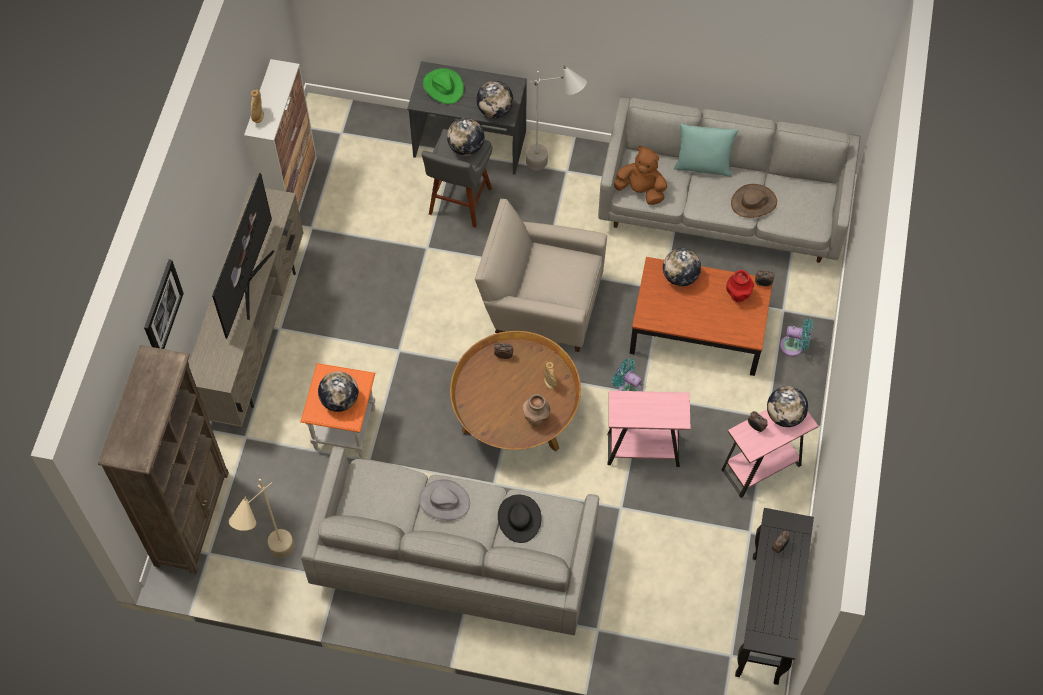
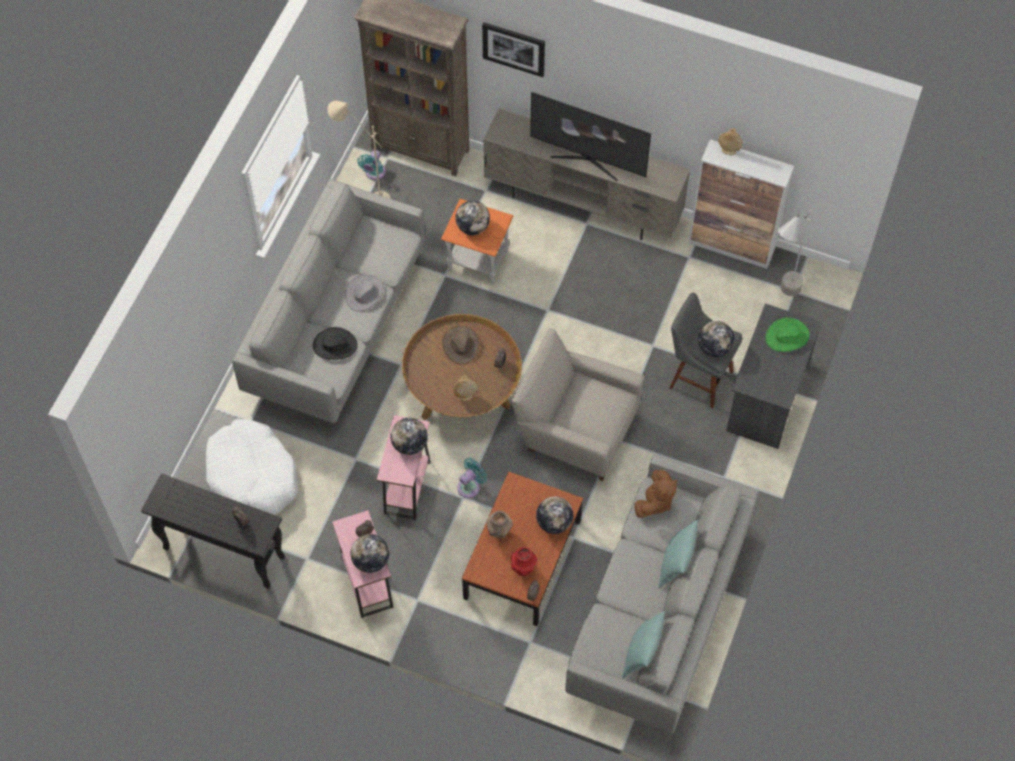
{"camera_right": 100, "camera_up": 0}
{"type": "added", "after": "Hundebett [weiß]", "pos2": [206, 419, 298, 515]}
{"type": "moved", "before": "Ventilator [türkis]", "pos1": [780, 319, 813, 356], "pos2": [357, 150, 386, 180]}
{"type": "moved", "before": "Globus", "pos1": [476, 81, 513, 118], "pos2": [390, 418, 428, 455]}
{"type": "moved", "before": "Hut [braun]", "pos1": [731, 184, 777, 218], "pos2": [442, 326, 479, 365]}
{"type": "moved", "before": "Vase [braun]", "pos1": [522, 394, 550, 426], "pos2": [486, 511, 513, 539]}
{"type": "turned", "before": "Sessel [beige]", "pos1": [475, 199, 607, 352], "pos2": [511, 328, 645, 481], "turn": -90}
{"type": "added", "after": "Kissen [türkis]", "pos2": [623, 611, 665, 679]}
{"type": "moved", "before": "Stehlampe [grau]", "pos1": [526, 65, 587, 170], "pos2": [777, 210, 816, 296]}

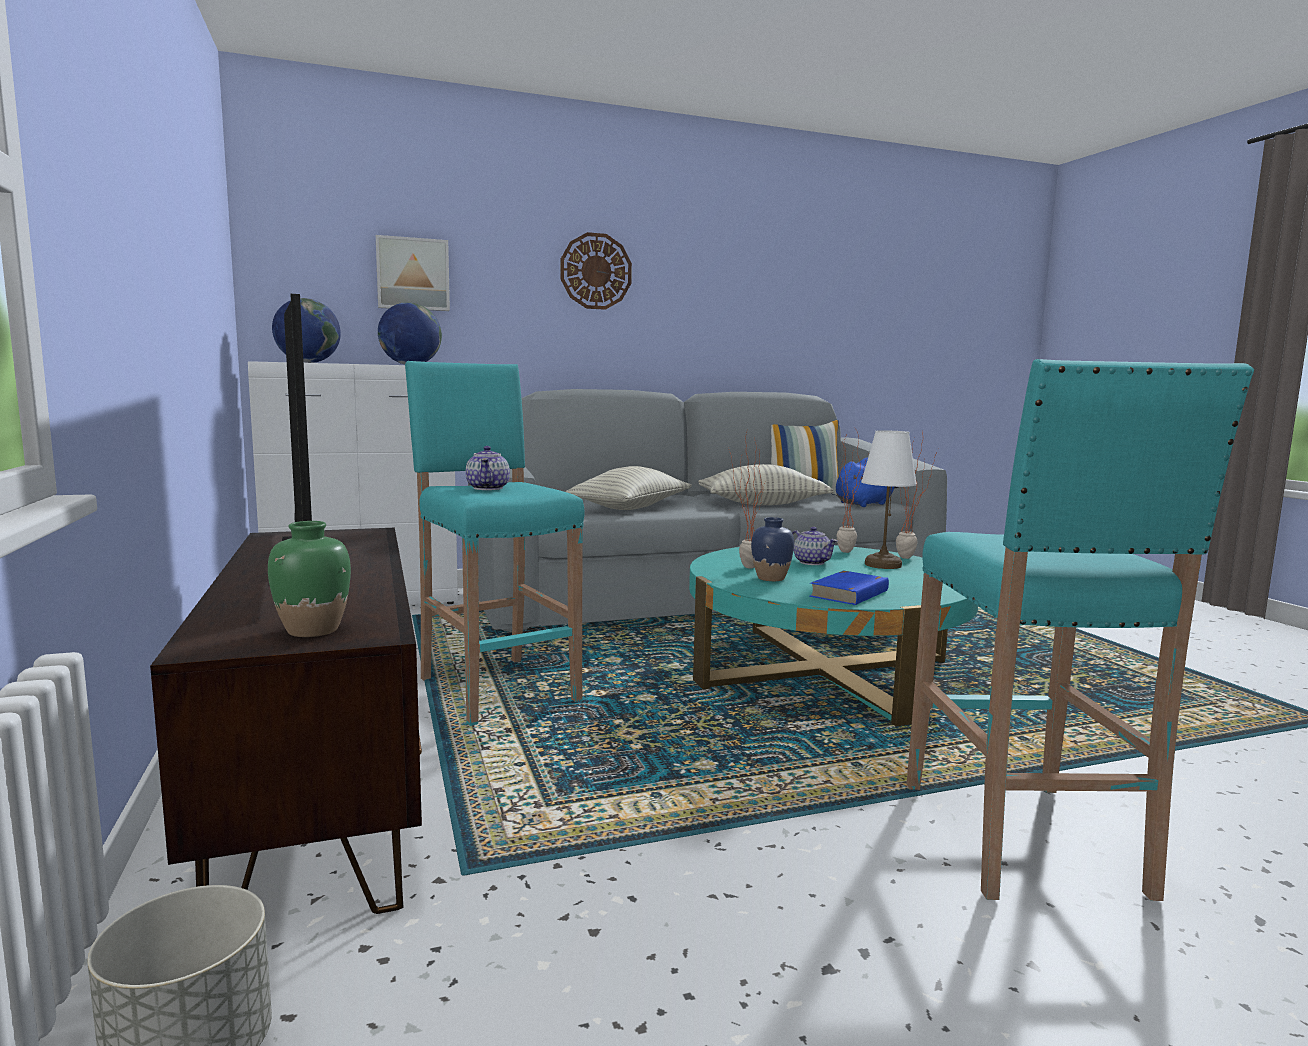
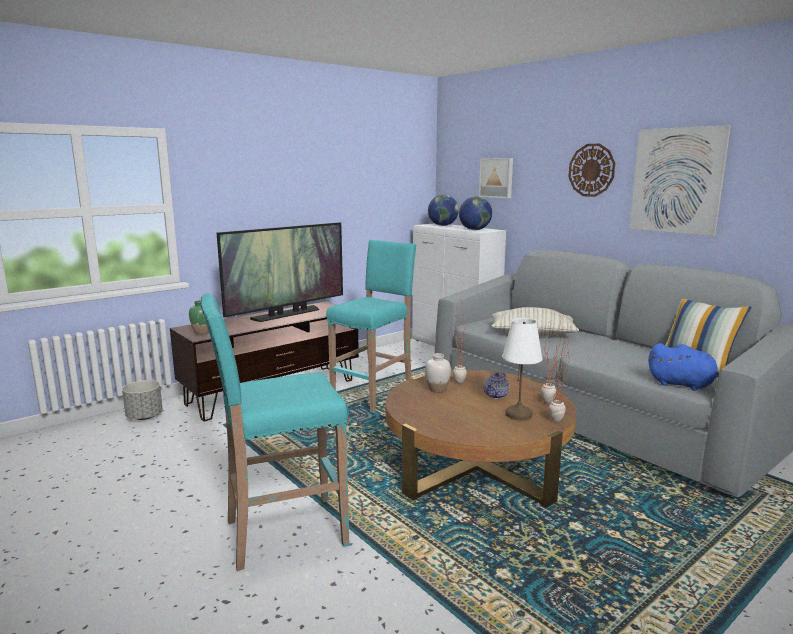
{"camera_right": 70, "camera_up": 5}
{"type": "recoloured", "before": "Couchtisch [türkis]", "after": "Couchtisch [braun]", "pos1": [689, 545, 978, 727], "pos2": [385, 370, 576, 508]}
{"type": "recoloured", "before": "Vase [blau]", "after": "Vase [weiß]", "pos1": [751, 517, 794, 581], "pos2": [425, 353, 451, 393]}
{"type": "added", "after": "Bild", "pos2": [629, 125, 731, 236]}
{"type": "removed", "before": "Teekanne", "pos1": [466, 446, 510, 490]}
{"type": "removed", "before": "Kissen", "pos1": [698, 464, 834, 505]}
{"type": "removed", "before": "Buch [blau]", "pos1": [809, 571, 889, 605]}

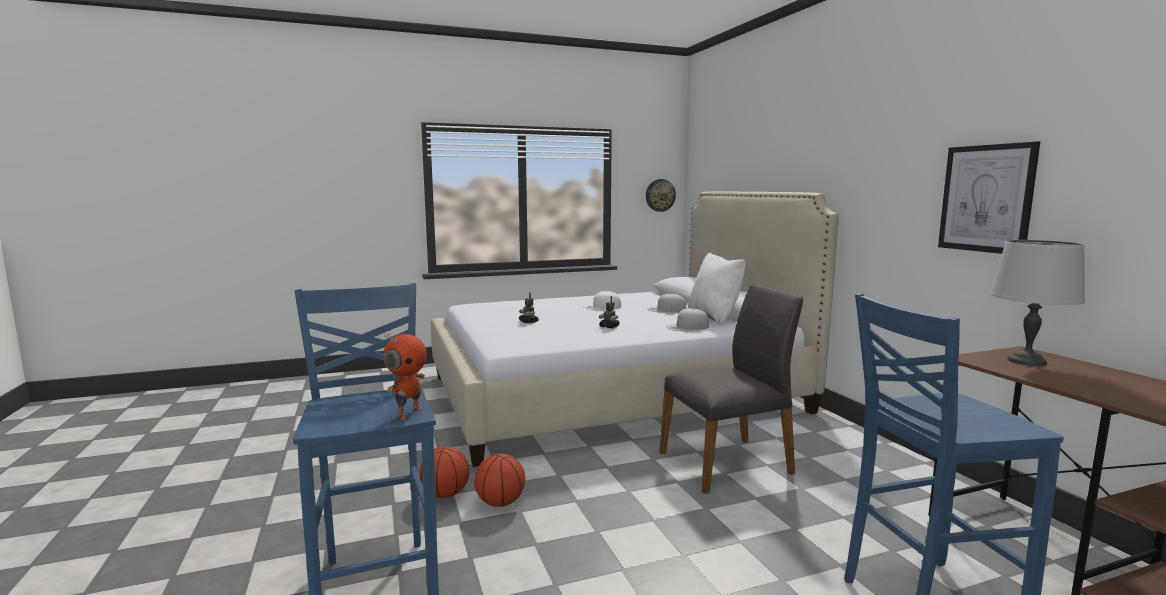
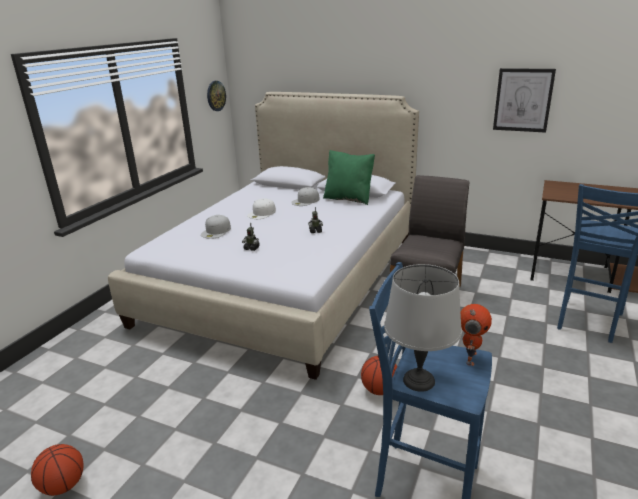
{"camera_right": -45, "camera_up": 15}
{"type": "moved", "before": "Basketball", "pos1": [419, 446, 469, 498], "pos2": [31, 444, 84, 496]}
{"type": "moved", "before": "Kappe [weiß]", "pos1": [666, 308, 709, 331], "pos2": [201, 215, 231, 239]}
{"type": "recoloured", "before": "Kissen [weiß]", "after": "Kissen [grün]", "pos1": [688, 253, 745, 325], "pos2": [323, 150, 375, 205]}
{"type": "moved", "before": "Tischlampe [grau]", "pos1": [991, 240, 1085, 366], "pos2": [384, 264, 462, 392]}
{"type": "turned", "before": "Spielzeugroboter", "pos1": [383, 333, 427, 420], "pos2": [461, 304, 492, 366], "turn": 45}

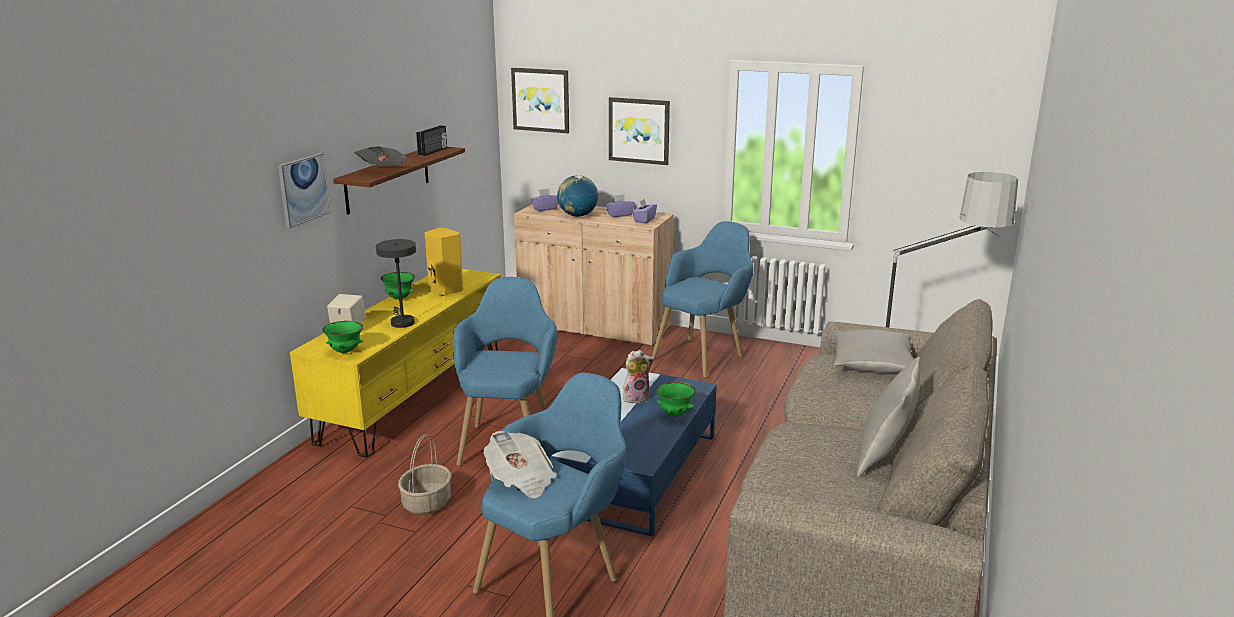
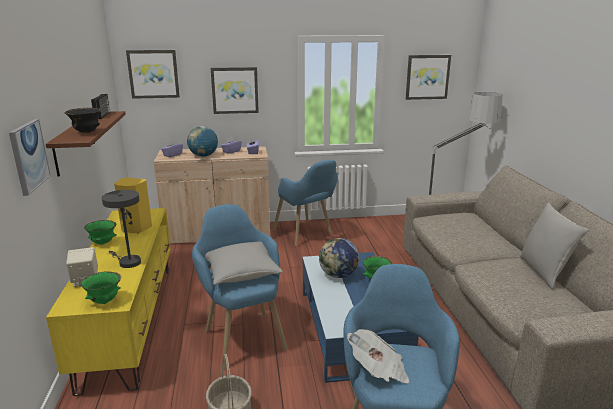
{"camera_right": -30, "camera_up": 0}
{"type": "replaced", "before": "Zeitung", "after": "Schüssel [schwarz]", "pos1": [354, 147, 407, 166], "pos2": [65, 108, 101, 133]}
{"type": "moved", "before": "Kissen [grau]", "pos1": [831, 329, 914, 372], "pos2": [205, 242, 283, 285]}
{"type": "turned", "before": "Sessel [blau]", "pos1": [652, 221, 753, 378], "pos2": [273, 159, 338, 247], "turn": 135}
{"type": "replaced", "before": "Plüschtier", "after": "Globus", "pos1": [623, 350, 654, 403], "pos2": [319, 238, 359, 278]}
{"type": "added", "after": "Bild", "pos2": [406, 55, 451, 100]}

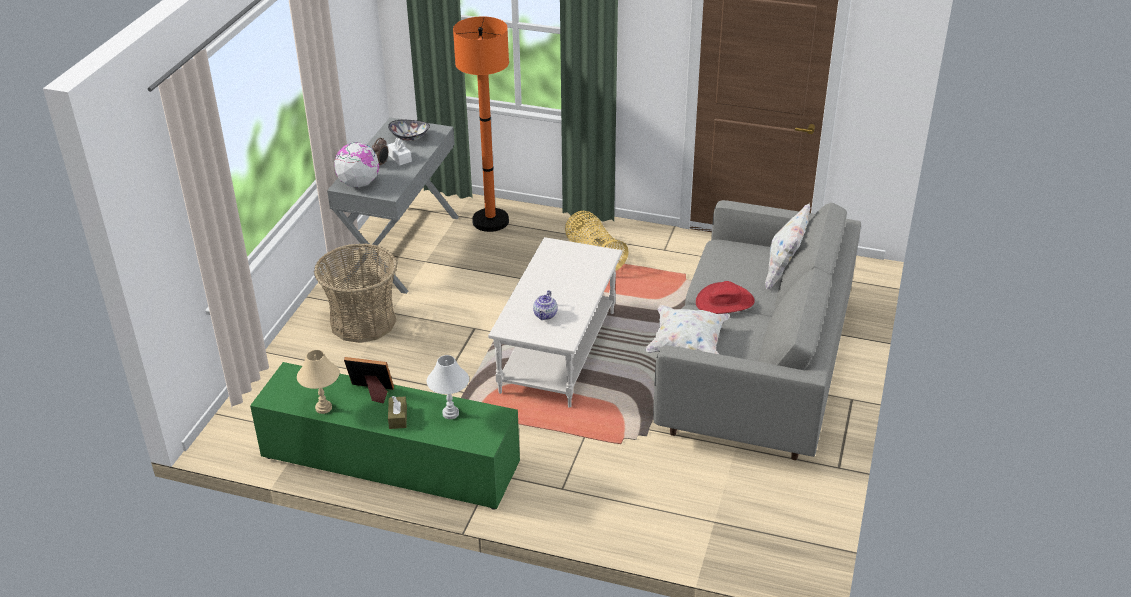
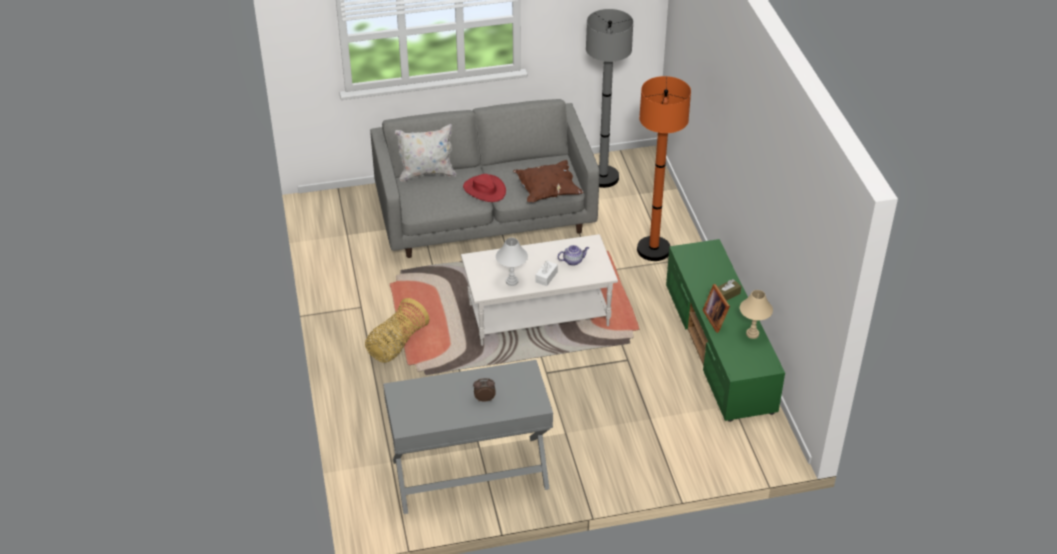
{"camera_right": -120, "camera_up": 5}
{"type": "moved", "before": "Tischlampe [weiß]", "pos1": [427, 355, 469, 419], "pos2": [496, 238, 528, 286]}
{"type": "recoloured", "before": "Kissen [weiß]", "after": "Kissen [braun]", "pos1": [645, 305, 730, 354], "pos2": [513, 160, 584, 202]}
{"type": "moved", "before": "Taschentuchbox [weiß]", "pos1": [387, 138, 412, 166], "pos2": [535, 260, 558, 286]}
{"type": "added", "after": "Stehlampe [grau]", "pos2": [586, 9, 633, 188]}
{"type": "moved", "before": "Stehlampe [orange]", "pos1": [453, 16, 509, 232], "pos2": [637, 76, 691, 261]}
{"type": "removed", "before": "Korb", "pos1": [314, 243, 397, 343]}
{"type": "removed", "before": "Globus", "pos1": [334, 142, 379, 187]}
{"type": "removed", "before": "Schüssel", "pos1": [388, 120, 430, 141]}

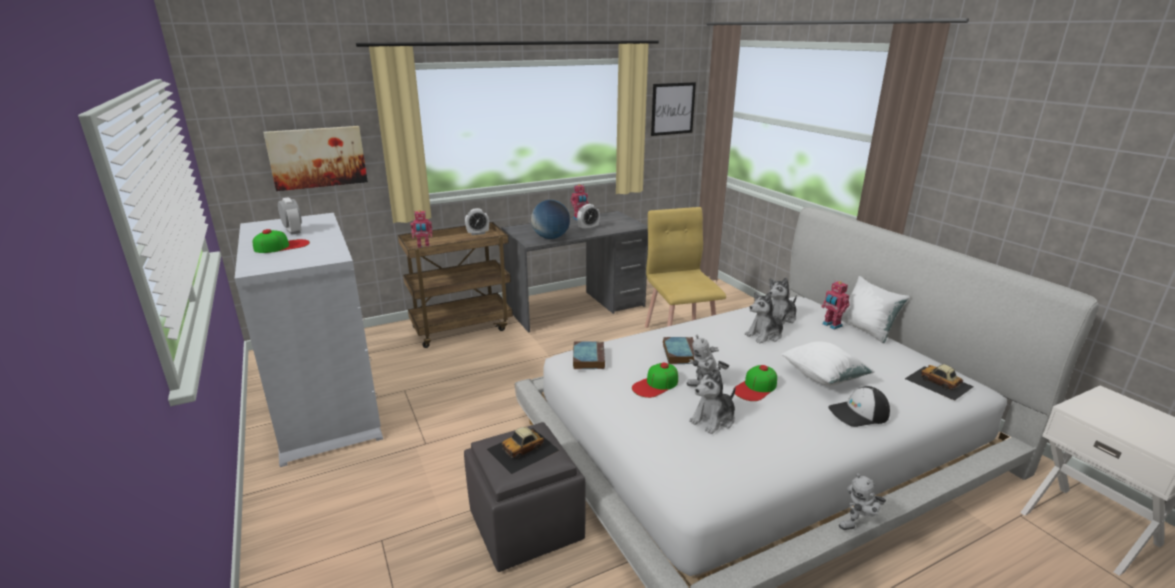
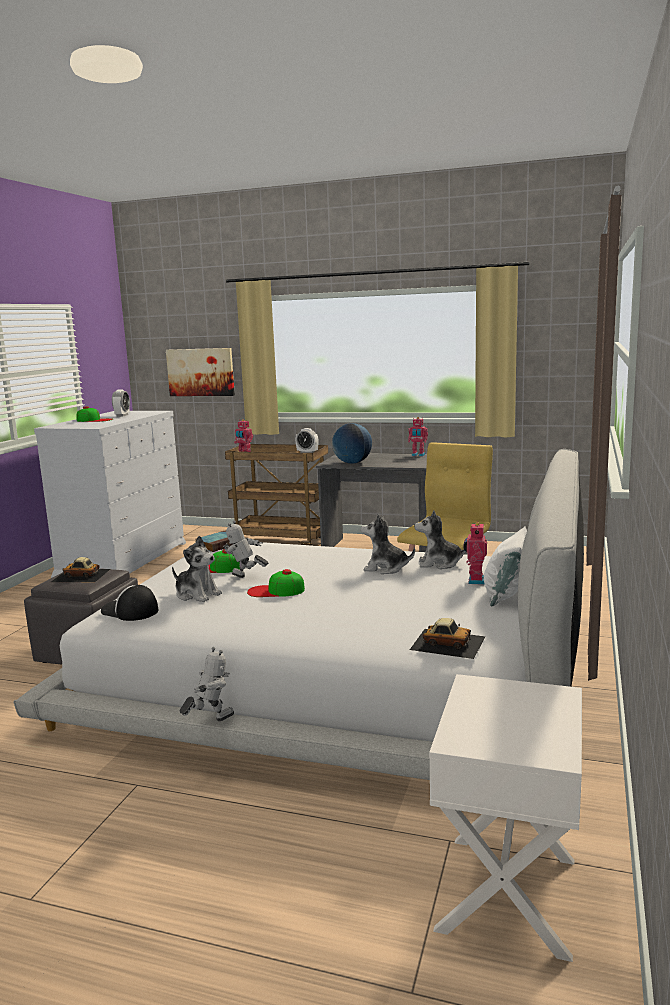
{"camera_right": 45, "camera_up": -10}
{"type": "moved", "before": "Kappe", "pos1": [828, 386, 890, 427], "pos2": [101, 585, 158, 621]}
{"type": "turned", "before": "Plüschtier", "pos1": [689, 367, 736, 434], "pos2": [172, 536, 222, 602], "turn": -150}
{"type": "turned", "before": "Spielzeugroboter", "pos1": [839, 473, 886, 530], "pos2": [180, 647, 234, 721], "turn": 120}
{"type": "turned", "before": "Spielzeugauto", "pos1": [905, 364, 974, 401], "pos2": [410, 618, 485, 659], "turn": 105}
{"type": "removed", "before": "Wecker", "pos1": [577, 204, 600, 230]}
{"type": "removed", "before": "Bild", "pos1": [651, 82, 696, 136]}
{"type": "removed", "before": "Buch", "pos1": [663, 337, 694, 364]}
{"type": "removed", "before": "Kissen [weiß]", "pos1": [782, 341, 875, 386]}

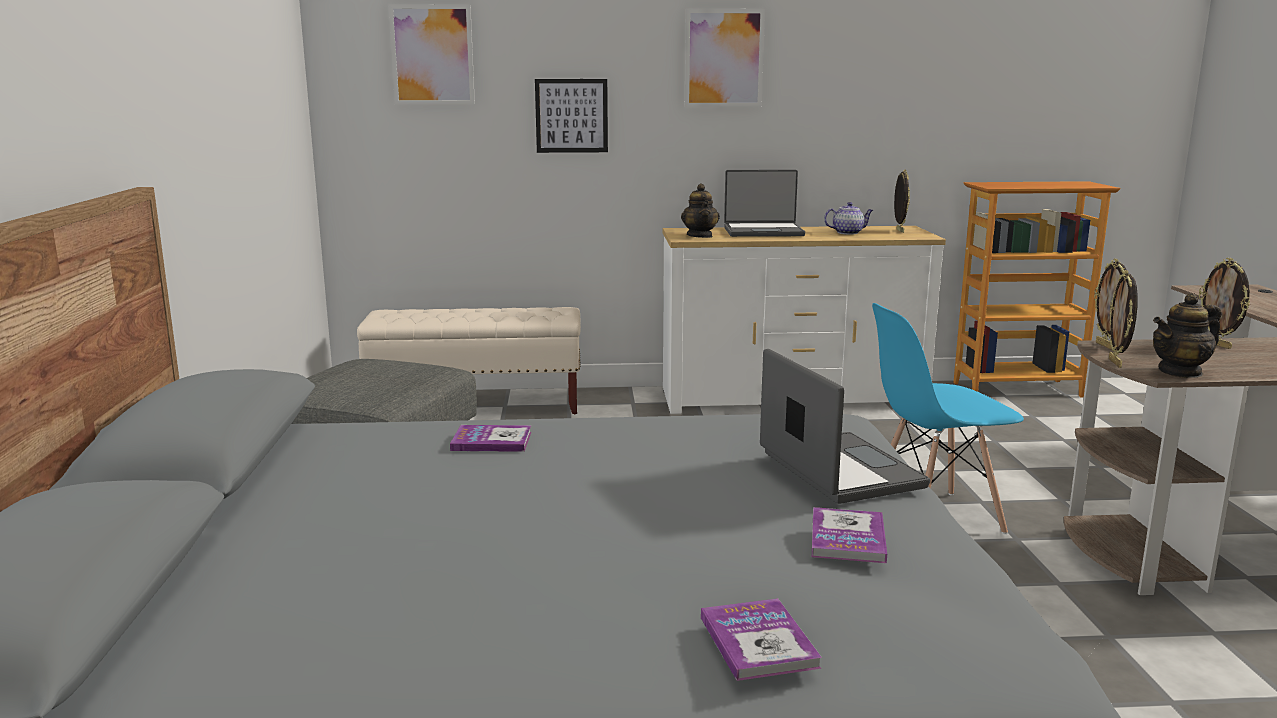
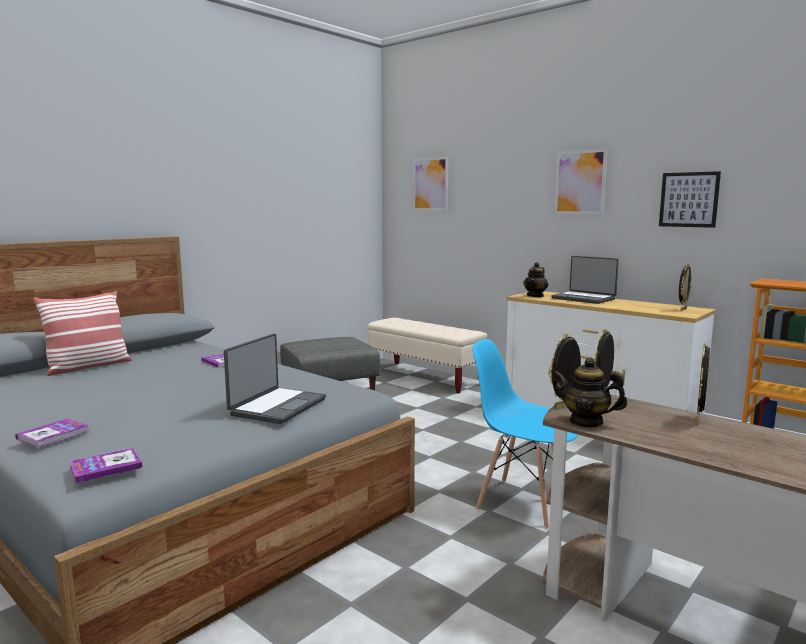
{"camera_right": 45, "camera_up": -5}
{"type": "added", "after": "Kissen", "pos2": [34, 291, 132, 376]}
{"type": "moved", "before": "Buch", "pos1": [812, 507, 887, 563], "pos2": [69, 448, 142, 483]}
{"type": "moved", "before": "Bild", "pos1": [535, 79, 608, 153], "pos2": [659, 171, 721, 228]}
{"type": "removed", "before": "Teekanne", "pos1": [824, 202, 873, 235]}

